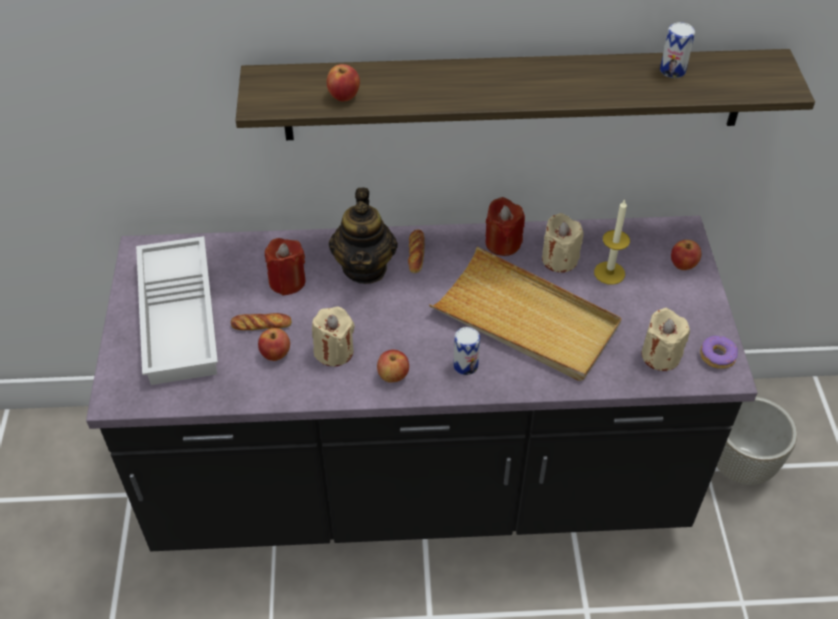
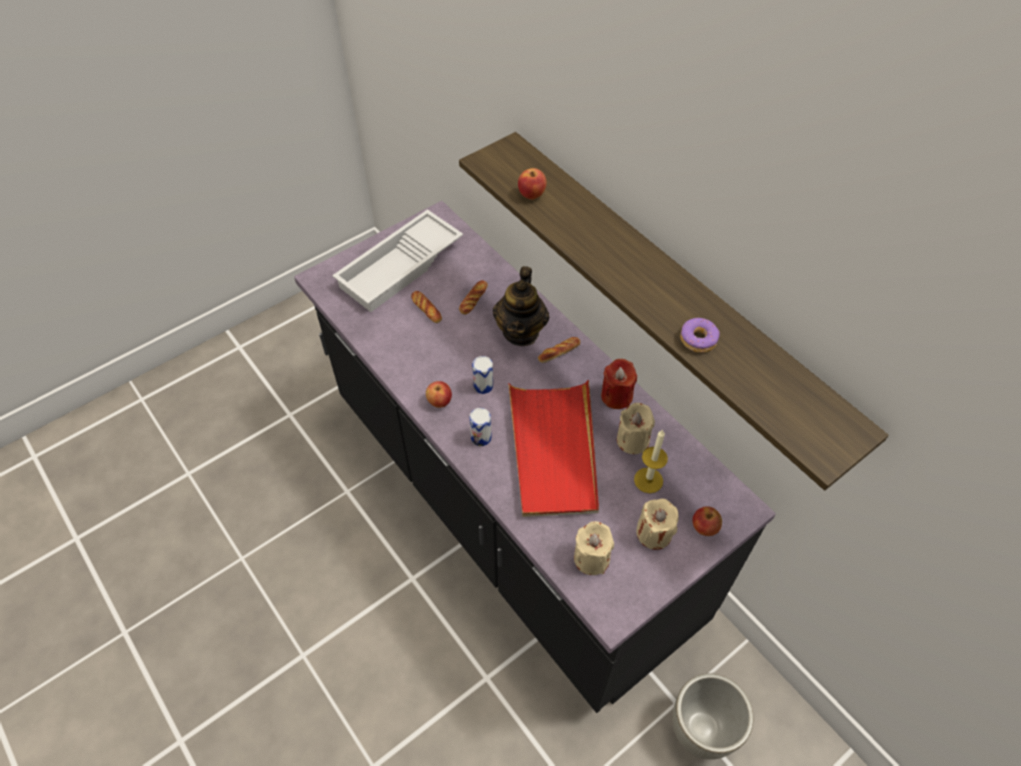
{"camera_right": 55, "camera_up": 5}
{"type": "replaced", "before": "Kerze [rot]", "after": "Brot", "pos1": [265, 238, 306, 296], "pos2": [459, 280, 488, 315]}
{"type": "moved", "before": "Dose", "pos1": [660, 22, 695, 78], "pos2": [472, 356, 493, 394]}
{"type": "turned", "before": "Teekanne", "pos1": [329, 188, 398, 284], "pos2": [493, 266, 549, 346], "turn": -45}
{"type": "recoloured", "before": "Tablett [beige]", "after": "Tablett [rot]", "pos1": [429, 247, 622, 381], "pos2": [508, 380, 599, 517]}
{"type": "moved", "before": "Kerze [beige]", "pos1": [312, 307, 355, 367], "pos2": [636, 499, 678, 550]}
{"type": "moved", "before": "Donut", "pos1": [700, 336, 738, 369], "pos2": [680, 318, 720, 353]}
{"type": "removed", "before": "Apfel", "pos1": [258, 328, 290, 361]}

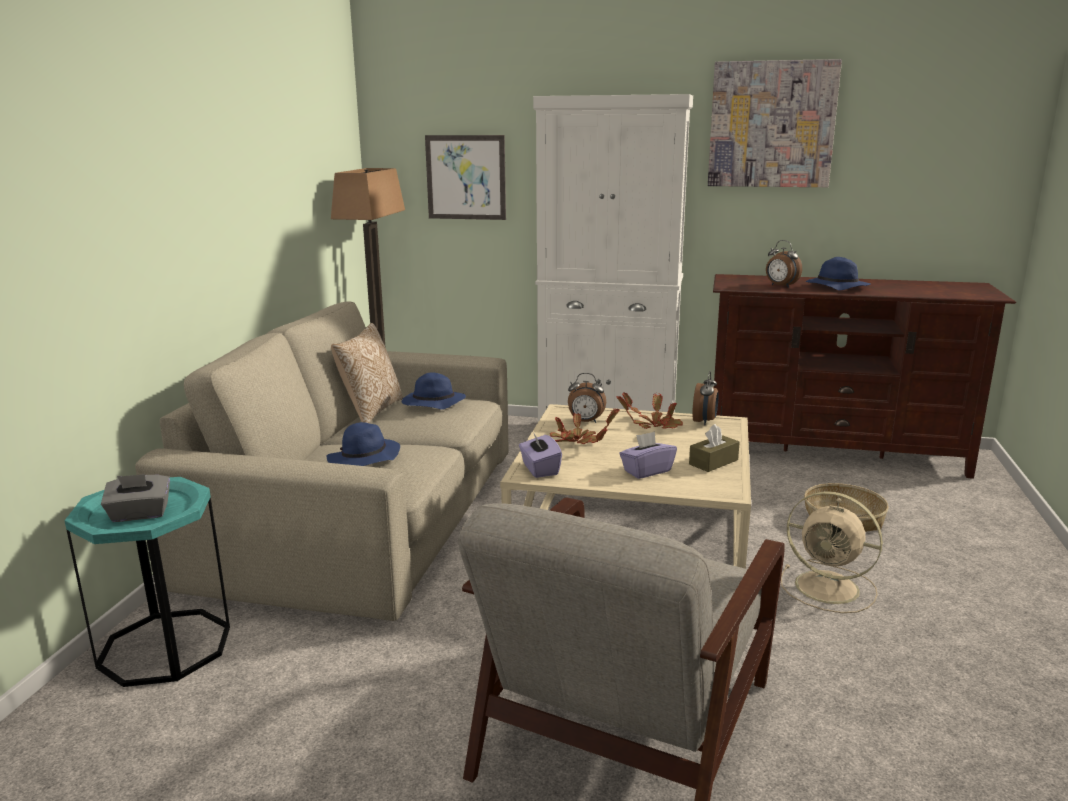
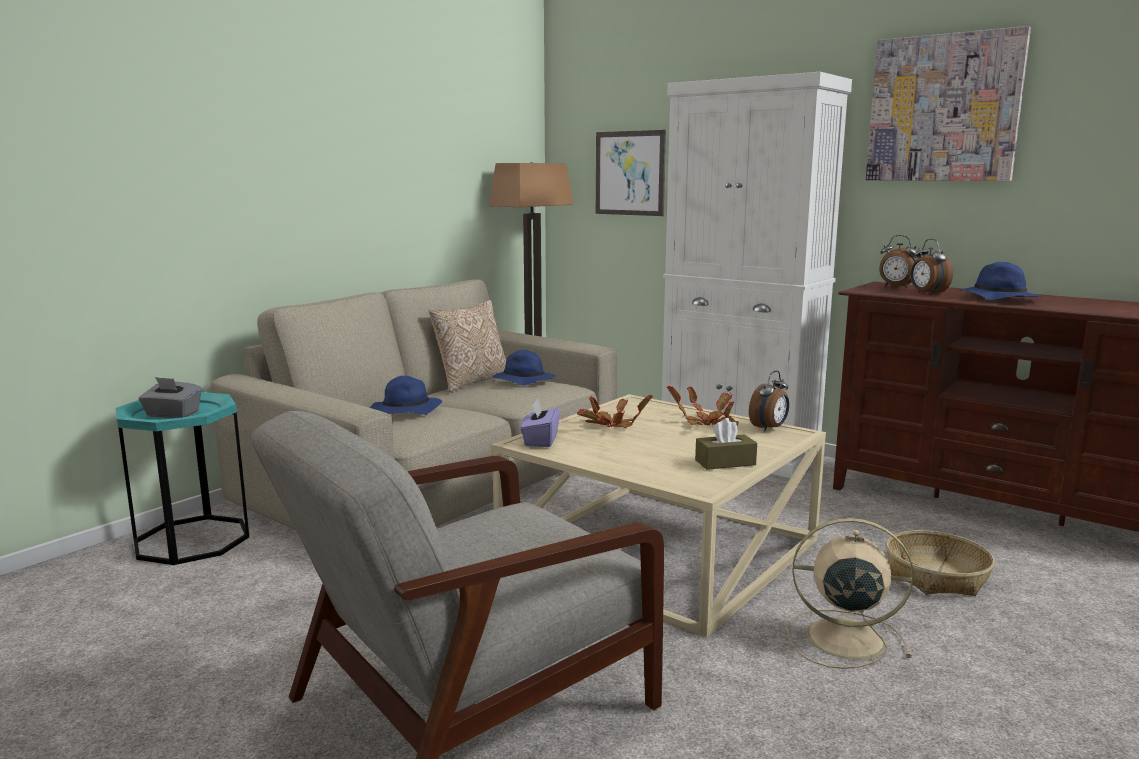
{"camera_right": 25, "camera_up": -5}
{"type": "turned", "before": "Ventilator [beige]", "pos1": [781, 491, 883, 613], "pos2": [787, 518, 914, 669], "turn": 135}
{"type": "moved", "before": "Wecker", "pos1": [568, 373, 606, 423], "pos2": [879, 235, 918, 288]}
{"type": "removed", "before": "Taschentuchbox [lila]", "pos1": [619, 431, 677, 479]}

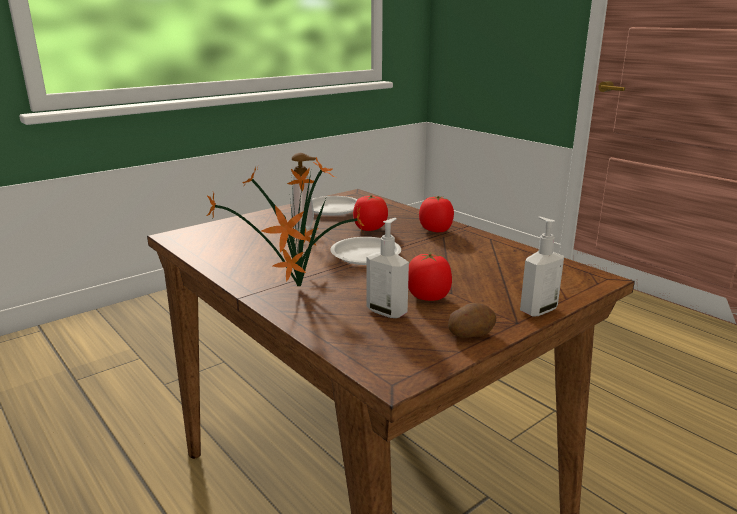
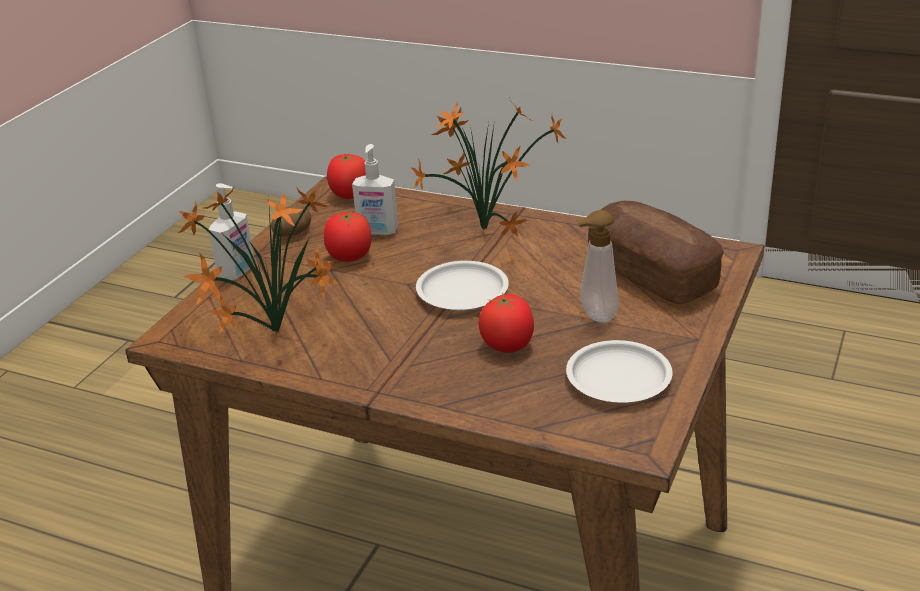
{"camera_right": 155, "camera_up": 10}
{"type": "added", "after": "Topfpflanze", "pos2": [178, 187, 339, 333]}
{"type": "moved", "before": "Tomate", "pos1": [419, 196, 454, 232], "pos2": [327, 154, 366, 199]}
{"type": "added", "after": "Brot", "pos2": [588, 201, 724, 304]}

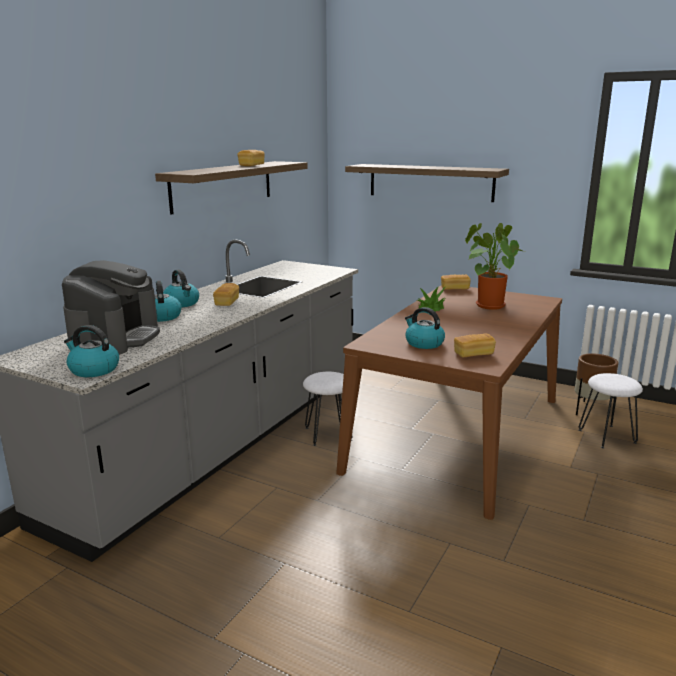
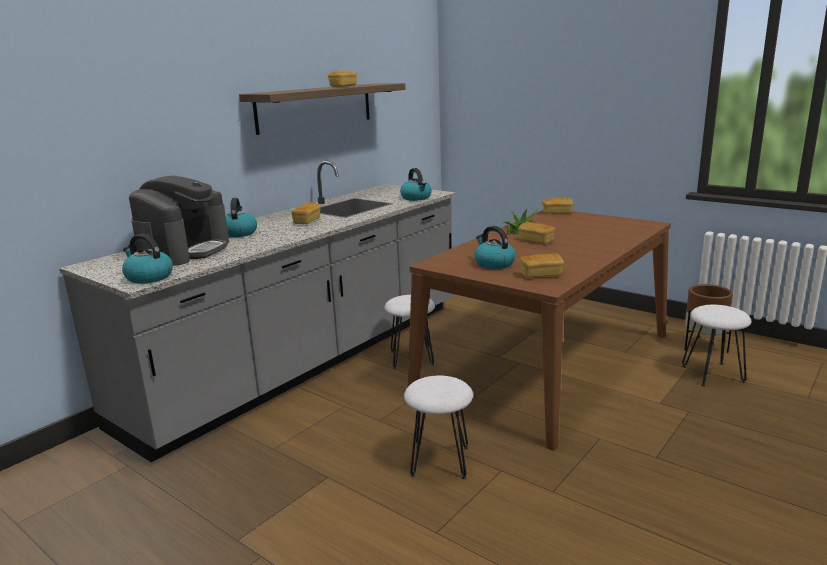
{"camera_right": 10, "camera_up": 0}
{"type": "moved", "before": "Wasserkessel", "pos1": [163, 270, 199, 307], "pos2": [400, 168, 432, 201]}
{"type": "added", "after": "Hocker [weiß]", "pos2": [404, 376, 473, 479]}
{"type": "added", "after": "Brot", "pos2": [518, 222, 555, 244]}
{"type": "removed", "before": "Wandregal", "pos1": [345, 164, 509, 202]}
{"type": "removed", "before": "Topfpflanze", "pos1": [465, 223, 524, 310]}

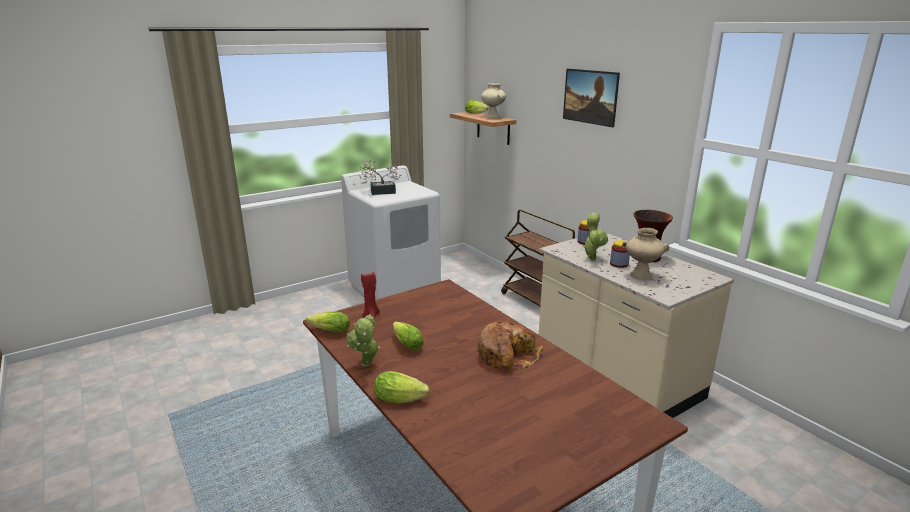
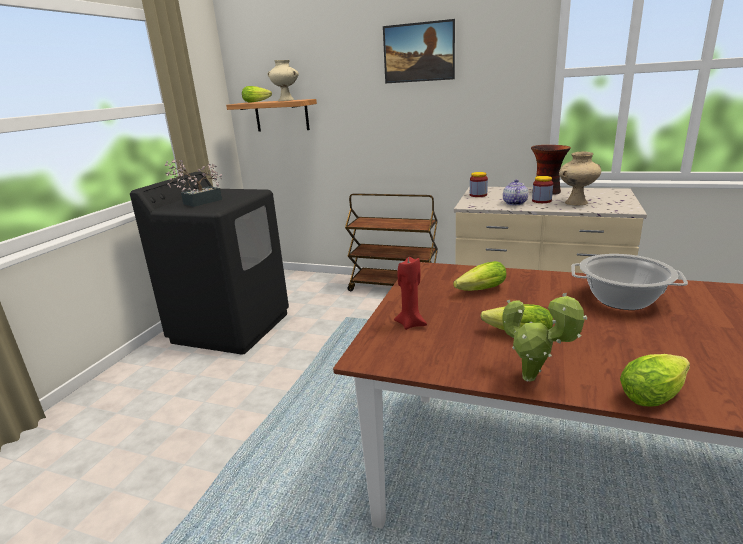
{"camera_right": -35, "camera_up": 0}
{"type": "recoloured", "before": "Waschmaschine [weiß]", "after": "Waschmaschine [schwarz]", "pos1": [341, 165, 441, 300], "pos2": [130, 172, 289, 354]}
{"type": "moved", "before": "Salatkopf", "pos1": [306, 311, 350, 332], "pos2": [453, 261, 506, 291]}
{"type": "replaced", "before": "Topfpflanze", "after": "Teekanne", "pos1": [583, 213, 608, 261], "pos2": [503, 179, 528, 205]}
{"type": "replaced", "before": "Brot", "after": "Kochtopf", "pos1": [478, 322, 543, 370], "pos2": [571, 254, 688, 310]}

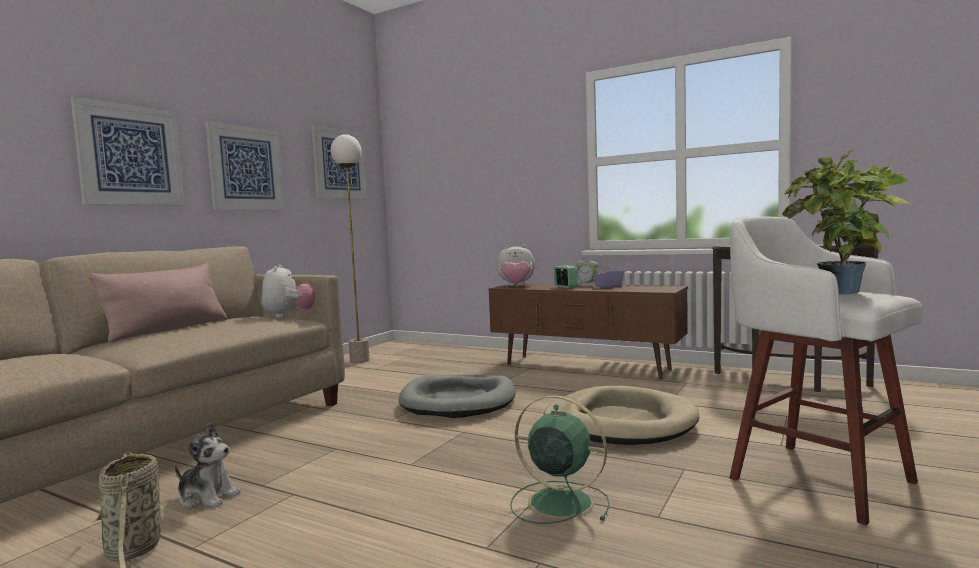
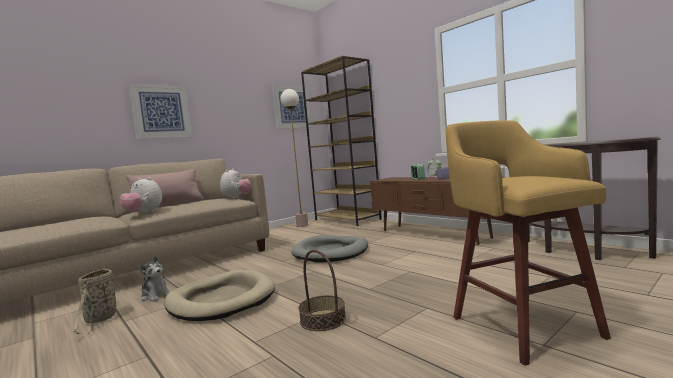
{"camera_right": 20, "camera_up": 0}
{"type": "moved", "before": "Plüschtier", "pos1": [497, 245, 535, 286], "pos2": [120, 177, 162, 213]}
{"type": "moved", "before": "Hundebett [beige]", "pos1": [544, 386, 699, 445], "pos2": [164, 270, 275, 321]}
{"type": "replaced", "before": "Ventilator [grün]", "after": "Korb", "pos1": [510, 395, 610, 524], "pos2": [298, 250, 346, 331]}
{"type": "added", "after": "Bücherregal [braun]", "pos2": [301, 56, 382, 226]}
{"type": "recoloured", "before": "Hocker [weiß]", "after": "Hocker [gelb]", "pos1": [729, 217, 923, 525], "pos2": [446, 120, 611, 366]}
{"type": "removed", "before": "Bild", "pos1": [205, 121, 285, 210]}
{"type": "removed", "before": "Topfpflanze", "pos1": [782, 150, 911, 294]}

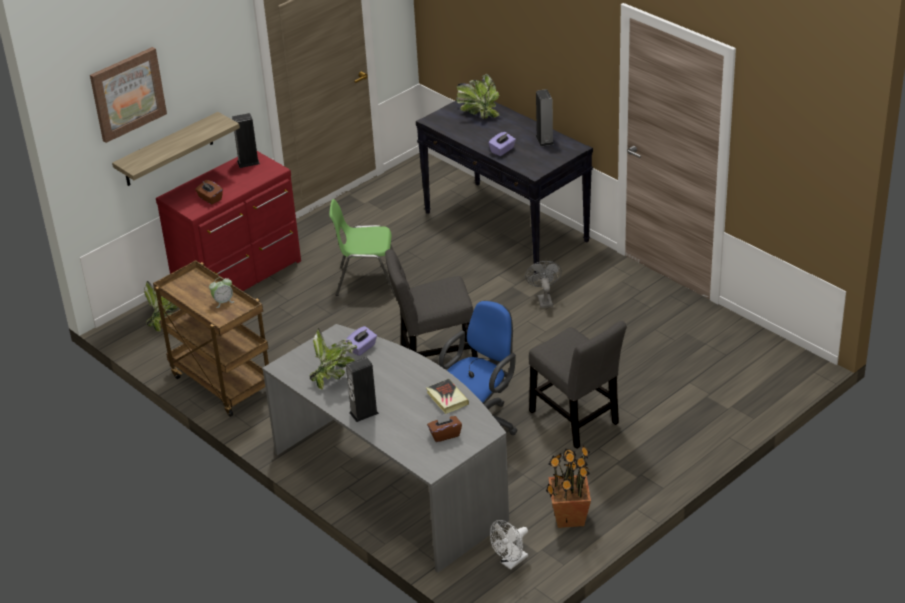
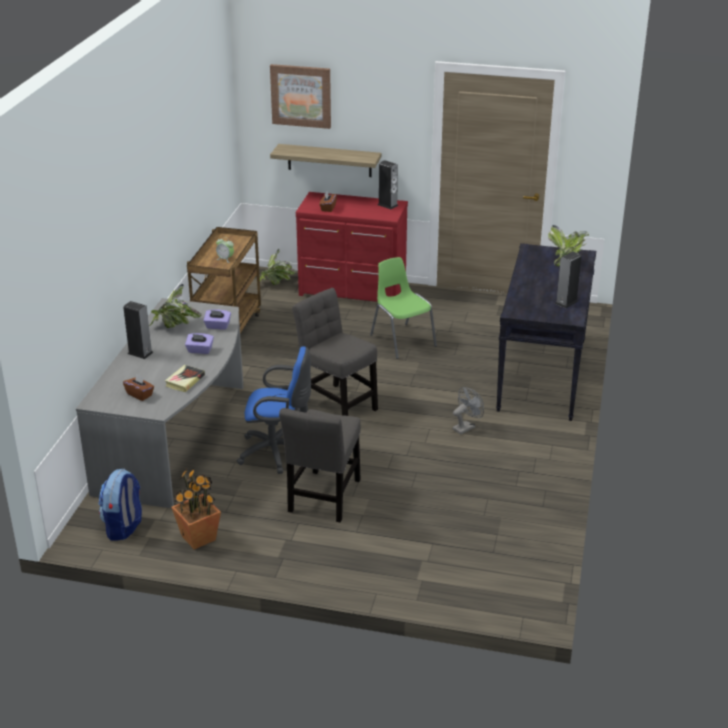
{"camera_right": 55, "camera_up": -5}
{"type": "replaced", "before": "Ventilator [weiß]", "after": "Rucksack", "pos1": [490, 520, 528, 570], "pos2": [99, 469, 142, 541]}
{"type": "moved", "before": "Taschentuchbox [lila]", "pos1": [488, 132, 516, 156], "pos2": [185, 333, 214, 354]}

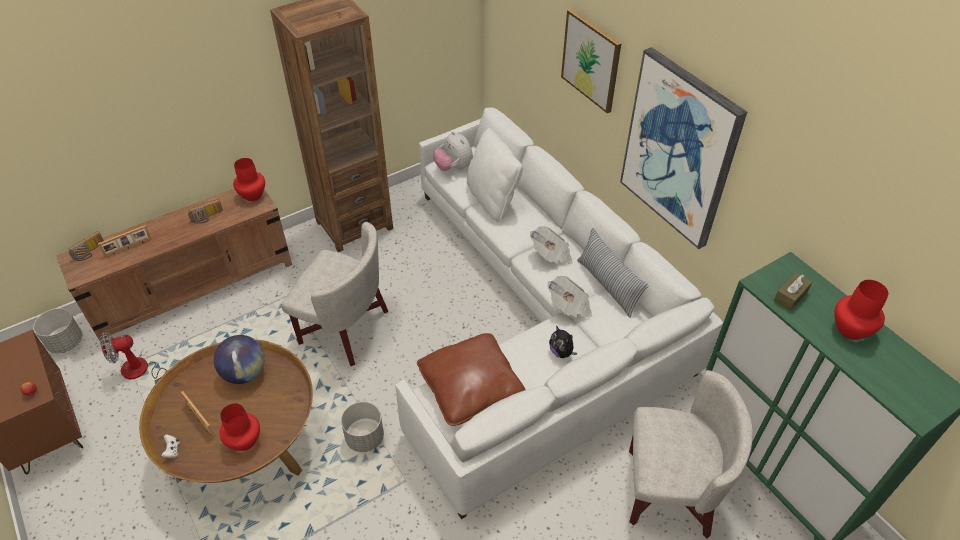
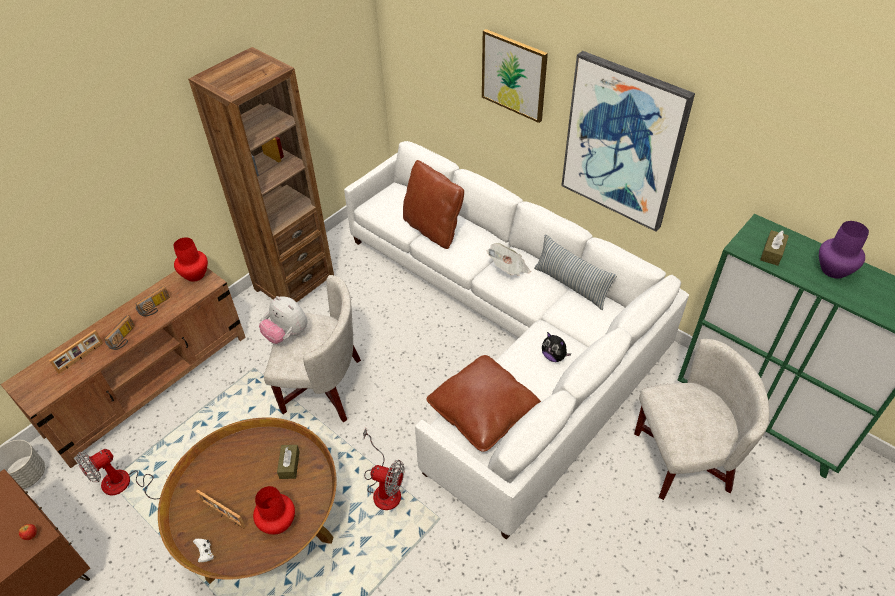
{"camera_right": -15, "camera_up": 0}
{"type": "moved", "before": "Radio", "pos1": [68, 231, 104, 261], "pos2": [104, 315, 135, 350]}
{"type": "moved", "before": "Plüschtier", "pos1": [433, 131, 473, 171], "pos2": [259, 296, 308, 344]}
{"type": "added", "after": "Taschentuchbox [braun]", "pos2": [277, 445, 300, 479]}
{"type": "replaced", "before": "Pflanzkübel [grau]", "after": "Ventilator", "pos1": [341, 402, 384, 452], "pos2": [363, 428, 404, 510]}
{"type": "recoloured", "before": "Kissen [weiß]", "after": "Kissen [braun]", "pos1": [467, 128, 523, 222], "pos2": [403, 160, 464, 249]}
{"type": "recoloured", "before": "Vase [rot]", "after": "Vase [lila]", "pos1": [834, 280, 888, 340], "pos2": [819, 221, 869, 279]}
{"type": "removed", "before": "Globus", "pos1": [214, 335, 265, 384]}
{"type": "removed", "before": "Zeitung", "pos1": [548, 276, 592, 318]}

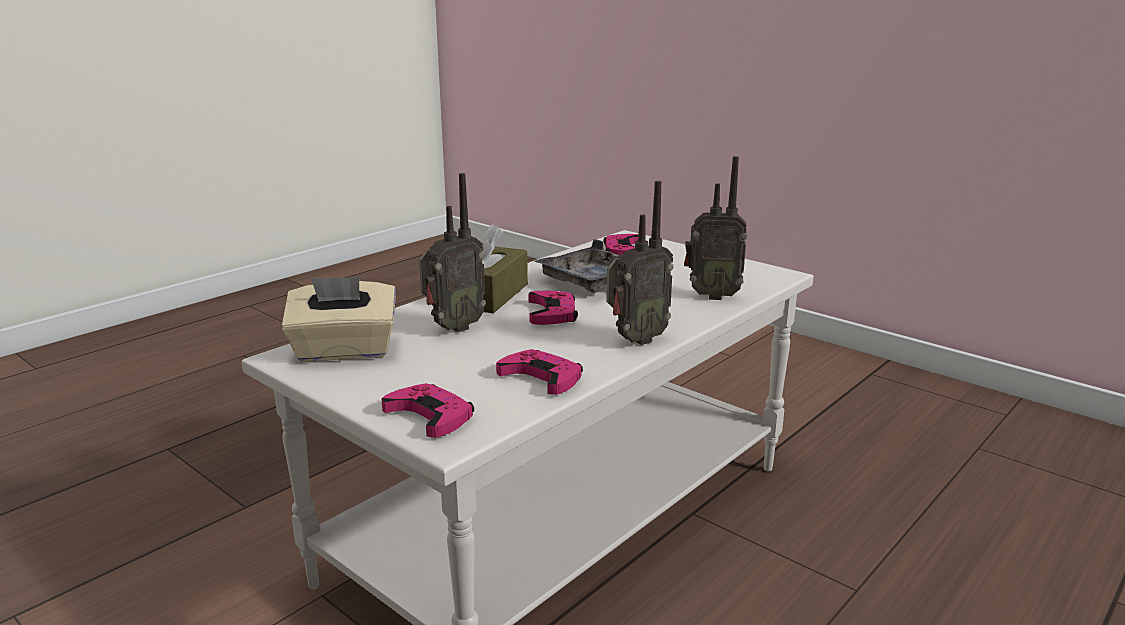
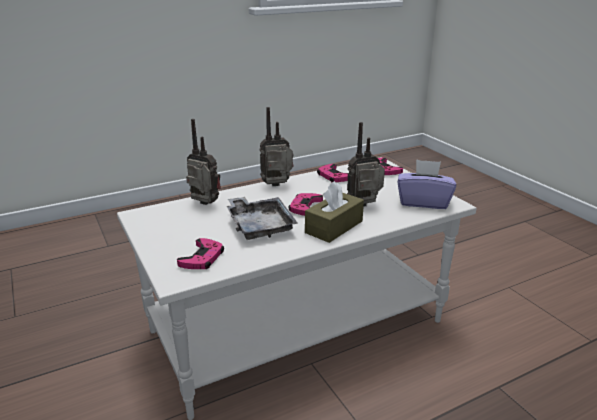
{"camera_right": -160, "camera_up": 5}
{"type": "recoloured", "before": "Taschentuchbox [beige]", "after": "Taschentuchbox [lila]", "pos1": [282, 277, 396, 362], "pos2": [397, 159, 456, 209]}

